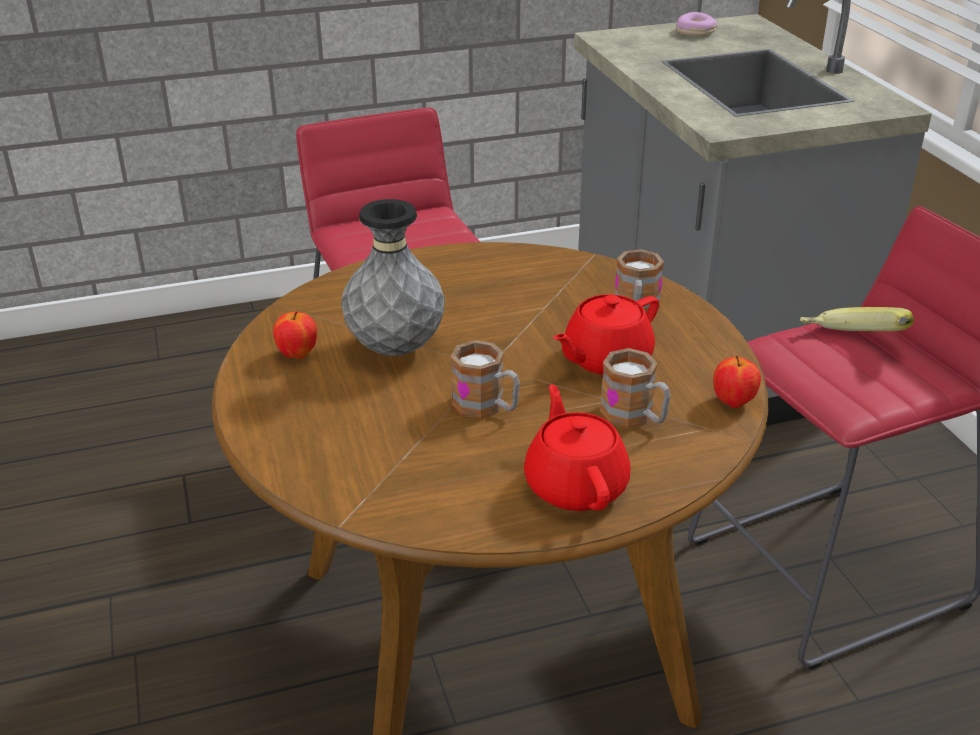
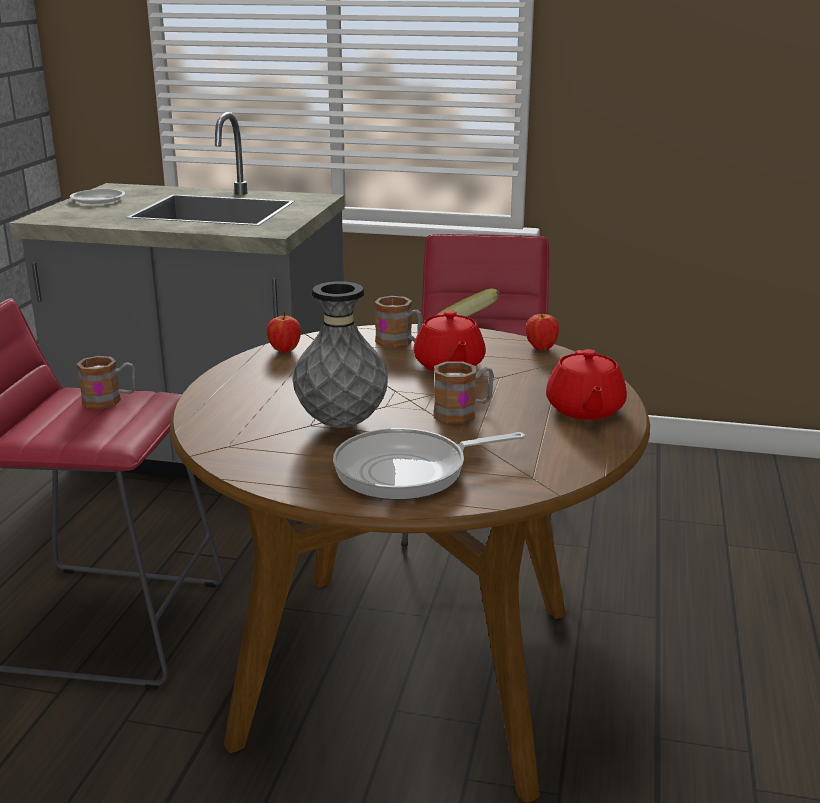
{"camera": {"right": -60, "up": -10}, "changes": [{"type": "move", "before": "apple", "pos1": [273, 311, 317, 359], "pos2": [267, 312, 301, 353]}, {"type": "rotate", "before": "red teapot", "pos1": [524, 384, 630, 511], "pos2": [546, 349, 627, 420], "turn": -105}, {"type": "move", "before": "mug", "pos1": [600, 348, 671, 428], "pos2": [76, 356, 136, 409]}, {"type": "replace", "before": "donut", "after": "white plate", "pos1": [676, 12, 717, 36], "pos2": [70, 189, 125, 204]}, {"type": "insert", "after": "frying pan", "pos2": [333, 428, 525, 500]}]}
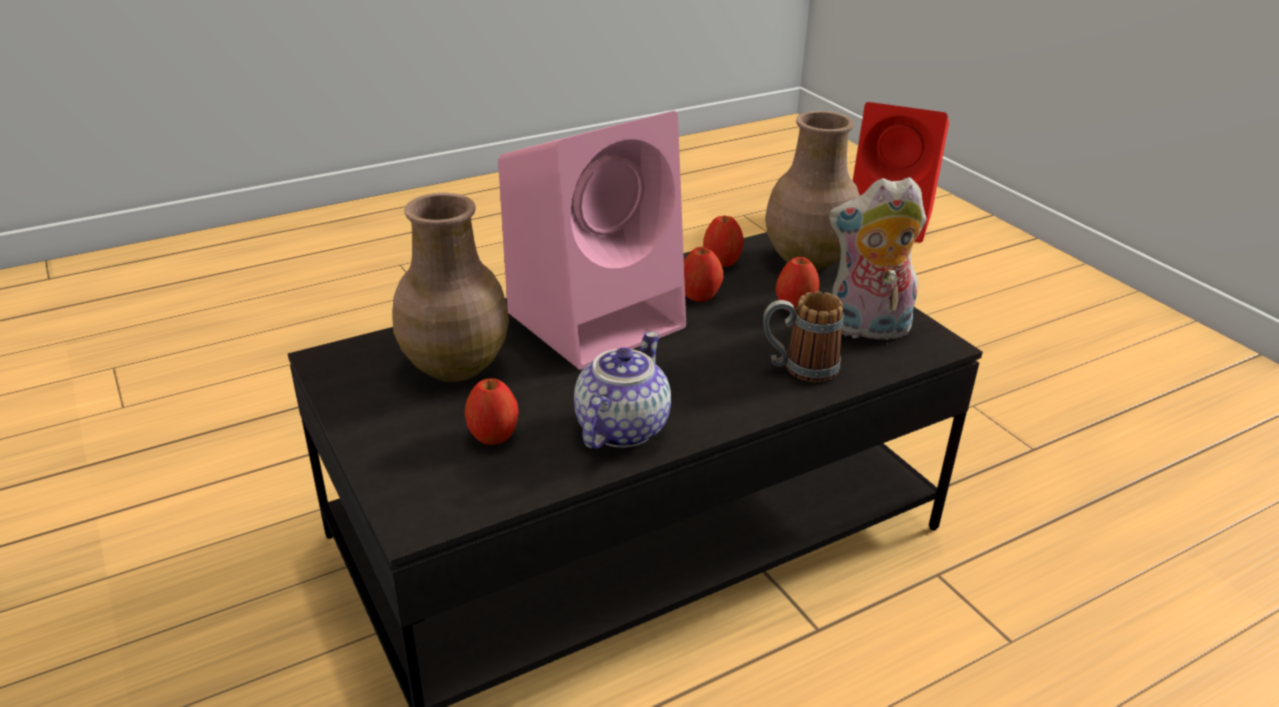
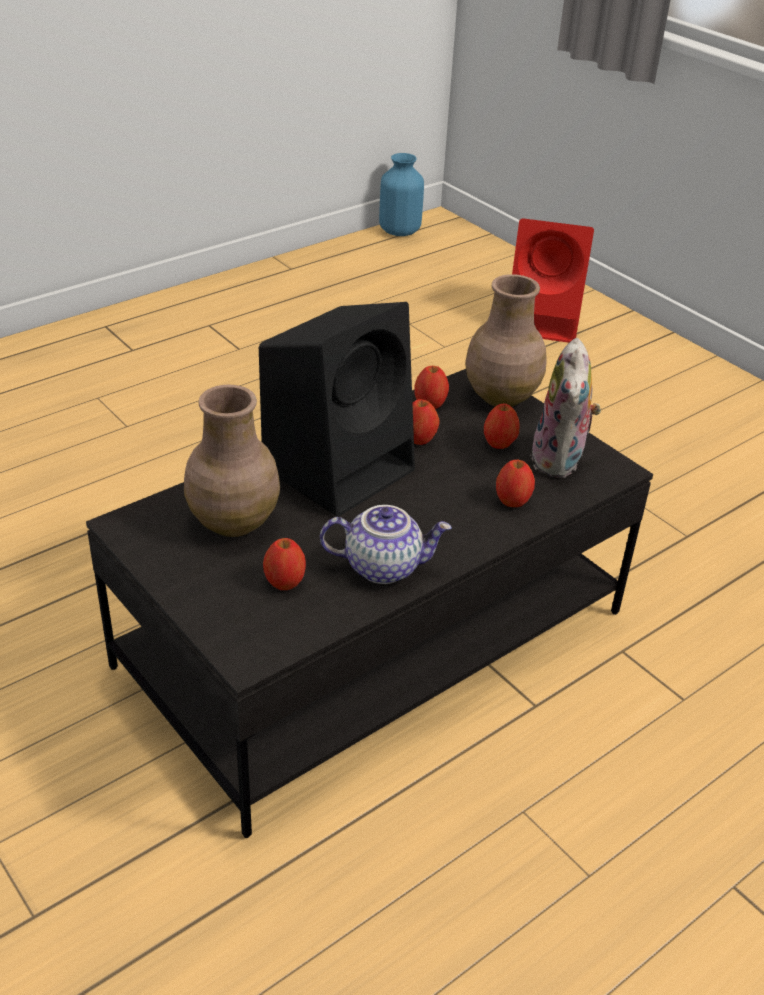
{"camera": {"right": -10, "up": 5}, "changes": [{"type": "recolor", "before": "pink speaker", "after": "black speaker", "pos1": [498, 111, 686, 370], "pos2": [259, 302, 415, 517]}, {"type": "rotate", "before": "teapot", "pos1": [574, 332, 671, 449], "pos2": [320, 505, 452, 584], "turn": 75}, {"type": "replace", "before": "mug", "after": "apple", "pos1": [763, 291, 844, 382], "pos2": [496, 460, 535, 507]}, {"type": "rotate", "before": "plush toy", "pos1": [829, 177, 927, 344], "pos2": [530, 338, 602, 478], "turn": -75}, {"type": "insert", "after": "blue vase", "pos2": [379, 153, 424, 236]}]}
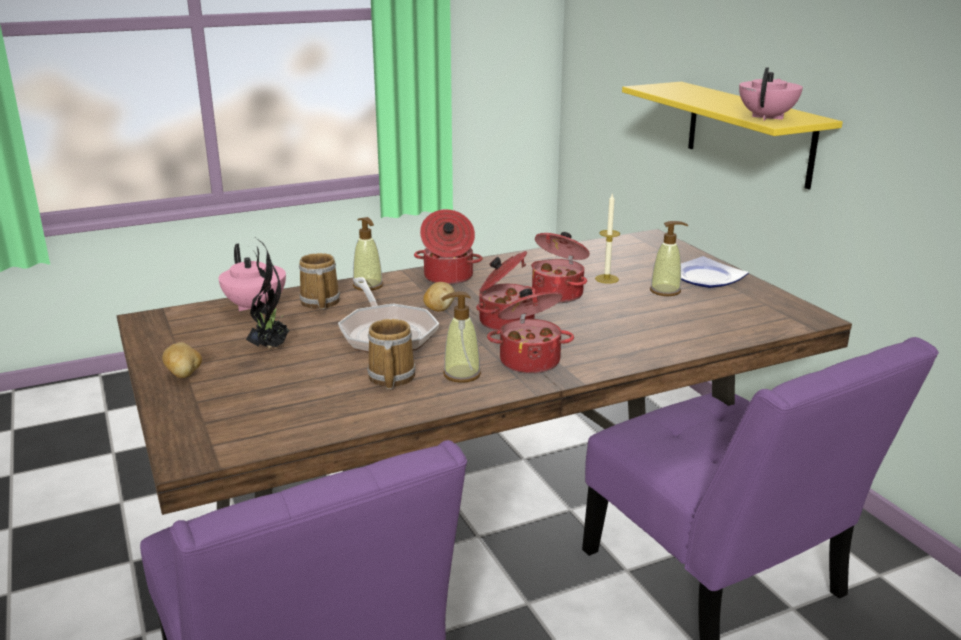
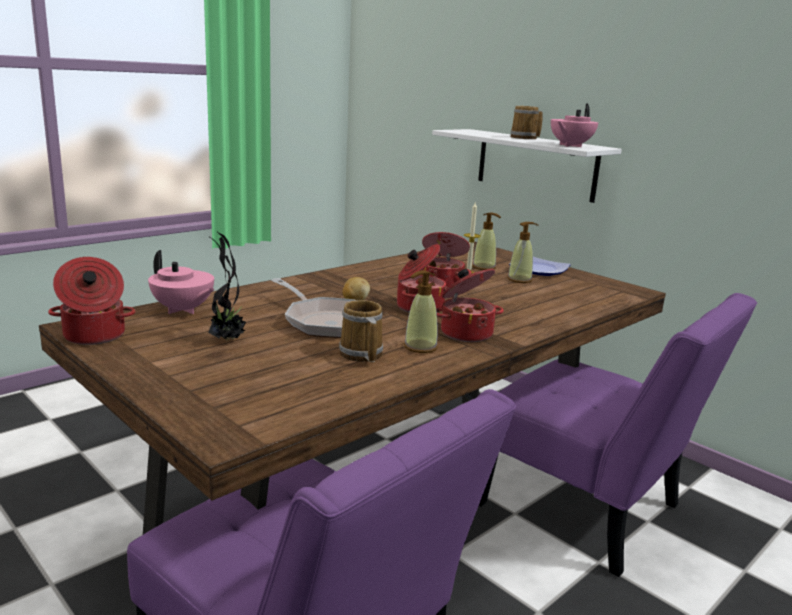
{"camera": {"right": -20, "up": -5}, "changes": [{"type": "delete", "before": "potato", "pos1": [162, 342, 202, 378]}, {"type": "move", "before": "mug", "pos1": [299, 253, 340, 309], "pos2": [511, 106, 543, 139]}, {"type": "move", "before": "soap dispenser", "pos1": [353, 217, 383, 291], "pos2": [472, 213, 501, 270]}, {"type": "move", "before": "cooking pot", "pos1": [414, 209, 483, 285], "pos2": [48, 257, 135, 345]}, {"type": "recolor", "before": "yellow shelf", "after": "white shelf", "pos1": [622, 82, 843, 189], "pos2": [432, 129, 622, 203]}, {"type": "rotate", "before": "pink teapot", "pos1": [739, 67, 803, 121], "pos2": [551, 103, 598, 147], "turn": -150}]}
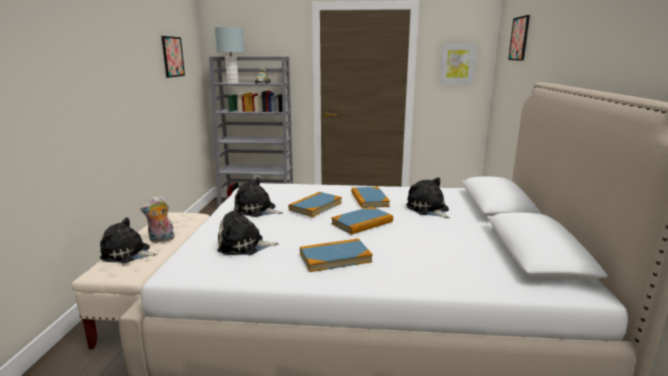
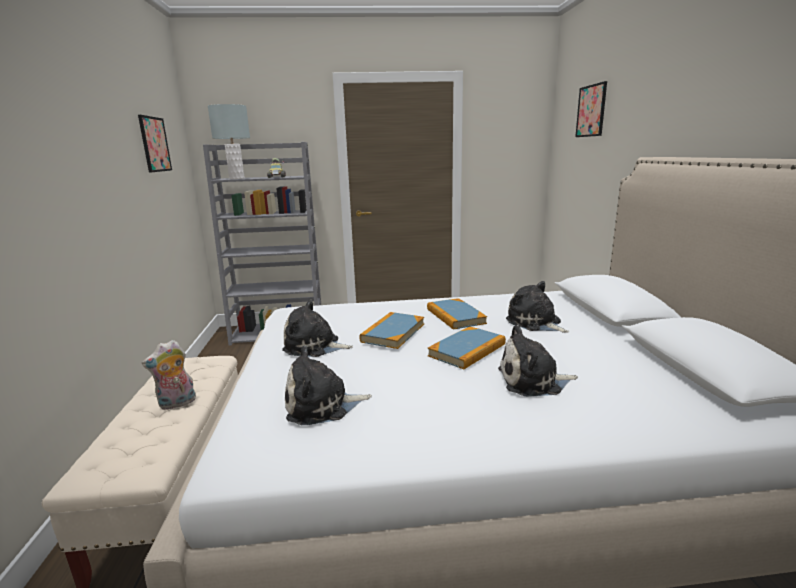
{"camera": {"right": -10, "up": 0}, "changes": [{"type": "move", "before": "plush toy", "pos1": [100, 217, 158, 263], "pos2": [498, 325, 578, 397]}, {"type": "delete", "before": "book", "pos1": [300, 239, 373, 272]}, {"type": "delete", "before": "picture", "pos1": [440, 44, 477, 83]}]}
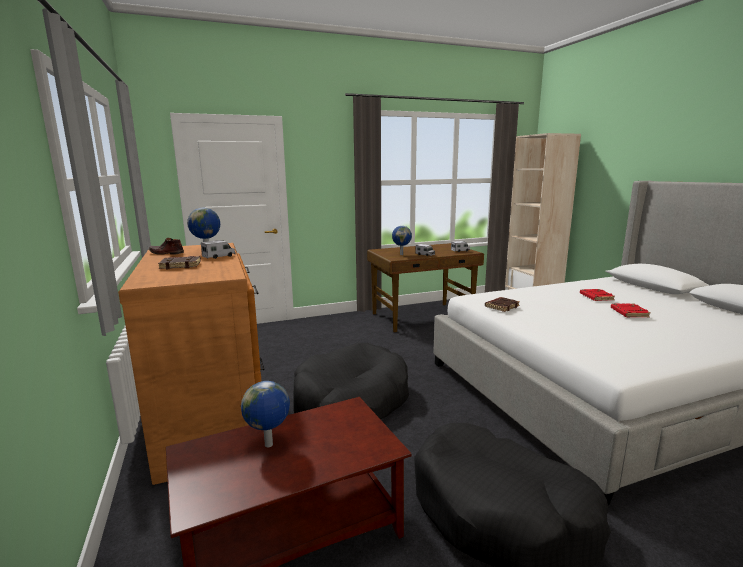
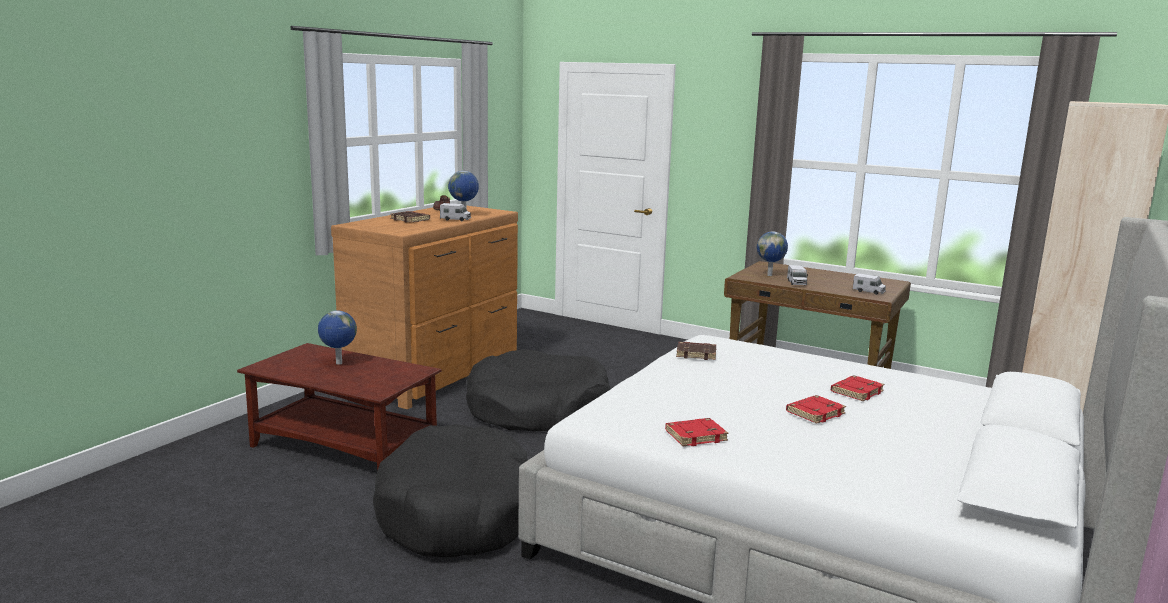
{"camera": {"right": 50, "up": 0}, "changes": [{"type": "insert", "after": "red book", "pos2": [665, 418, 728, 446]}]}
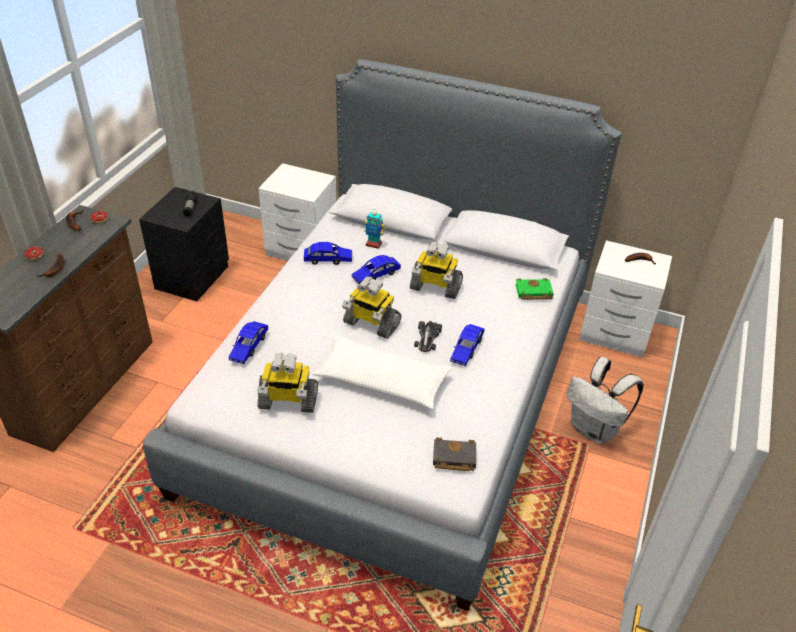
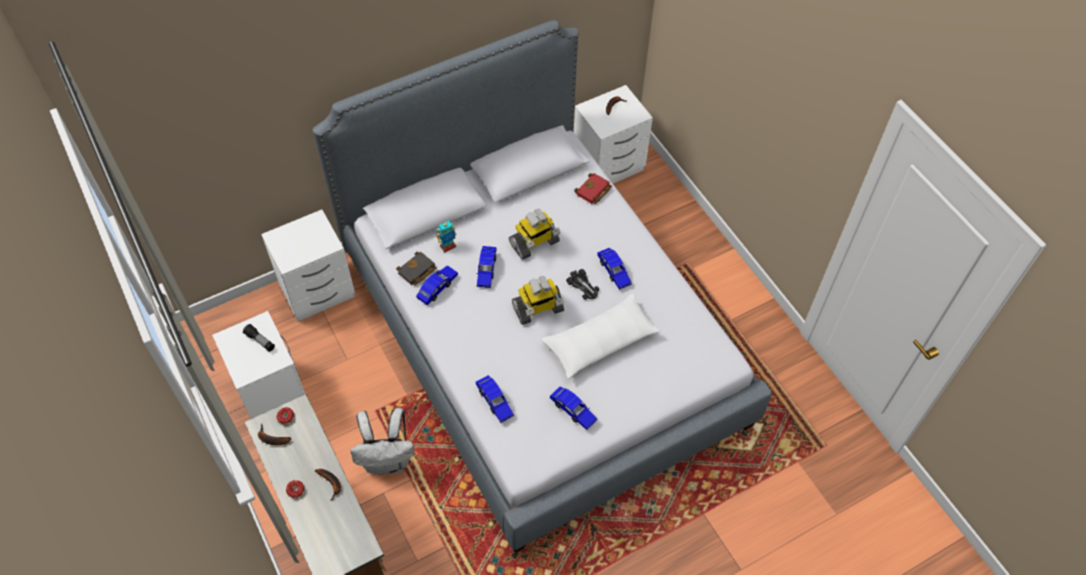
{"camera": {"right": -50, "up": 15}, "changes": [{"type": "recolor", "before": "black nightstand", "after": "white nightstand", "pos1": [139, 187, 229, 301], "pos2": [212, 311, 305, 419]}, {"type": "replace", "before": "toy robot", "after": "blue toy car", "pos1": [257, 353, 318, 413], "pos2": [550, 386, 597, 430]}, {"type": "move", "before": "black book", "pos1": [433, 437, 476, 471], "pos2": [396, 251, 436, 285]}, {"type": "recolor", "before": "green book", "after": "red book", "pos1": [515, 278, 554, 300], "pos2": [574, 173, 612, 204]}, {"type": "move", "before": "white backpack", "pos1": [567, 357, 644, 444], "pos2": [351, 408, 414, 475]}]}
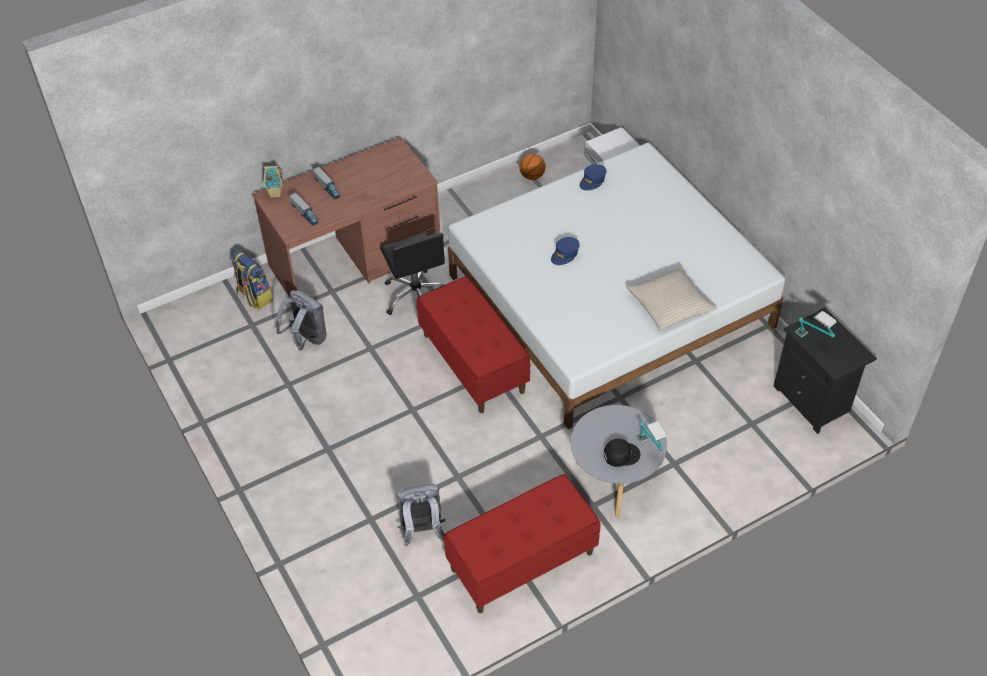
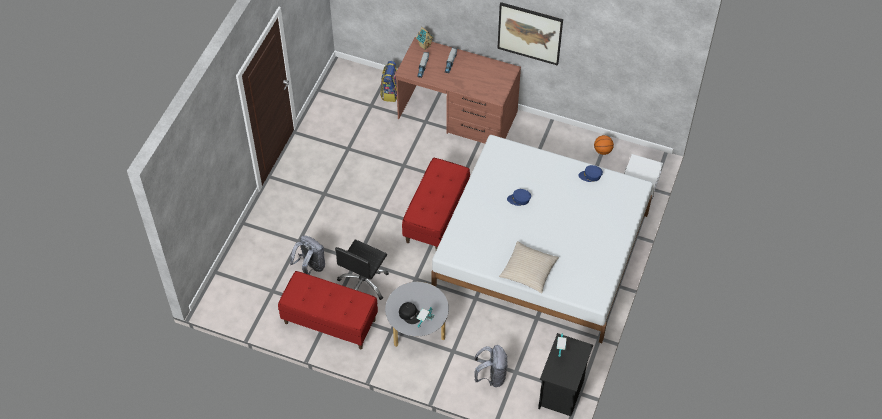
{"camera": {"right": 50, "up": 5}, "changes": [{"type": "move", "before": "grey backpack", "pos1": [276, 291, 327, 351], "pos2": [474, 345, 508, 387]}, {"type": "move", "before": "black office chair", "pos1": [380, 232, 445, 315], "pos2": [335, 239, 389, 300]}, {"type": "insert", "after": "picture", "pos2": [497, 2, 563, 66]}]}
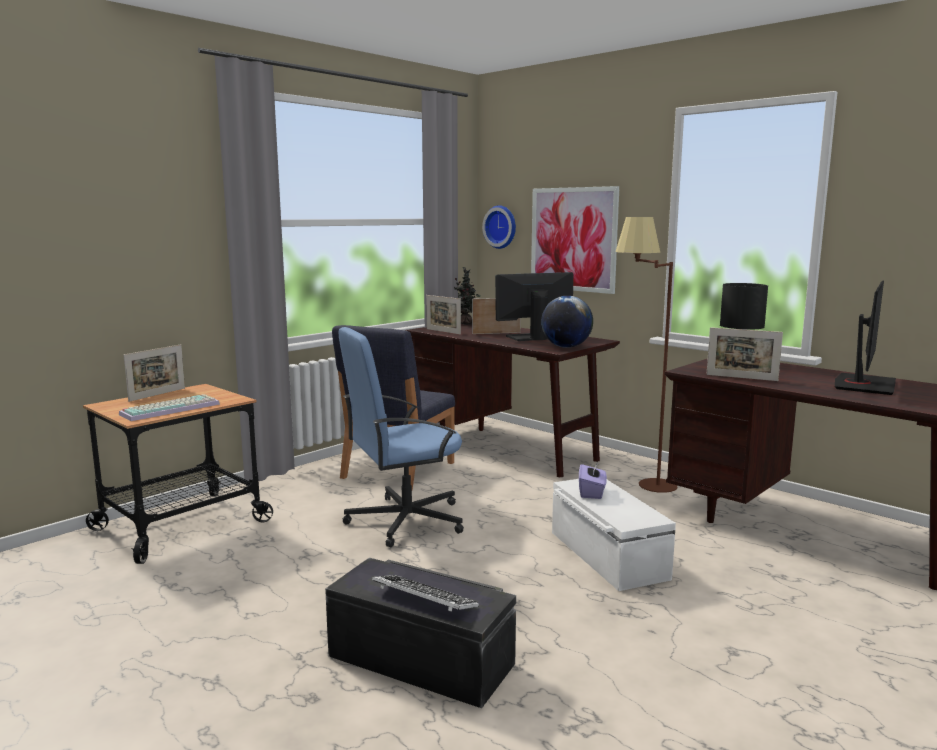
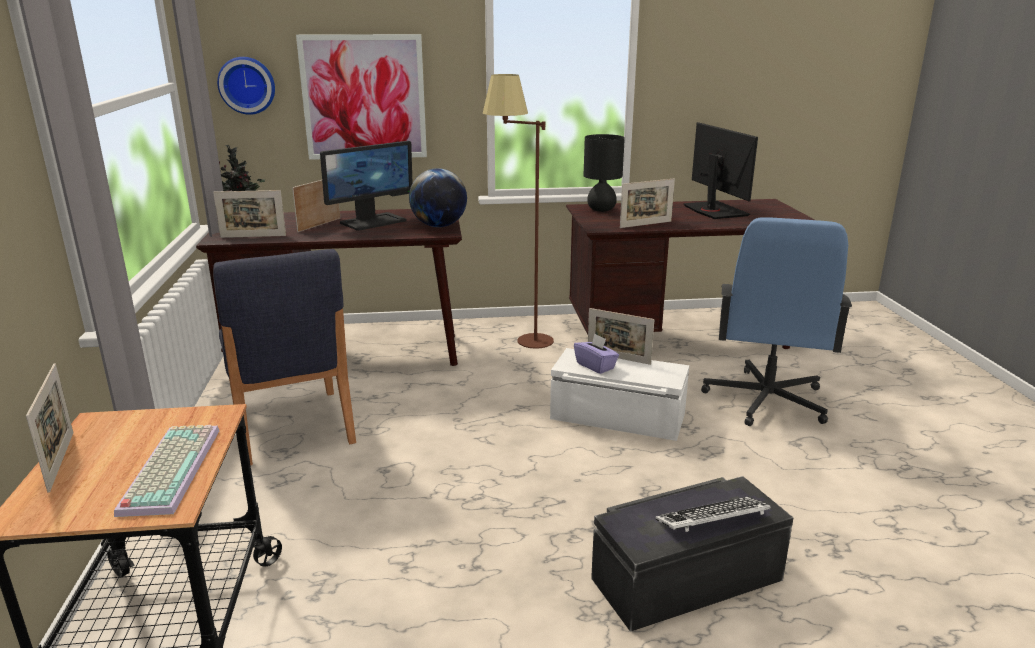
{"camera": {"right": -50, "up": 10}, "changes": [{"type": "move", "before": "blue office chair", "pos1": [338, 327, 464, 547], "pos2": [701, 217, 852, 426]}, {"type": "rotate", "before": "monitor", "pos1": [495, 272, 573, 341], "pos2": [320, 141, 412, 231], "turn": -150}, {"type": "insert", "after": "picture frame", "pos2": [588, 308, 655, 365]}]}
